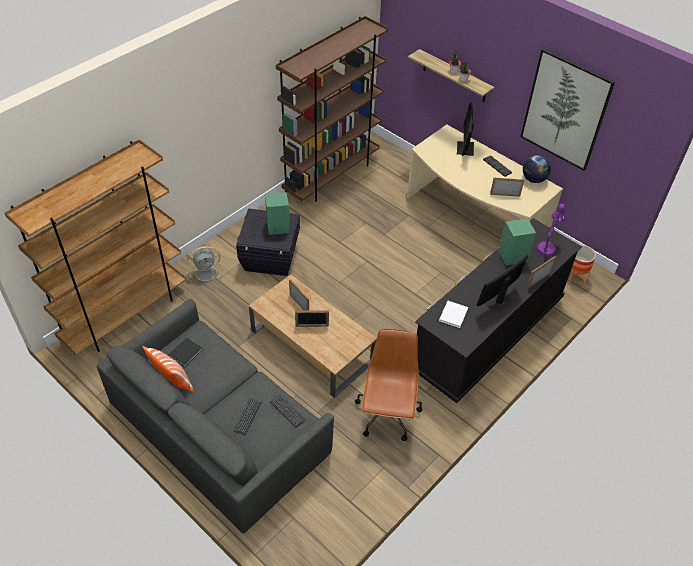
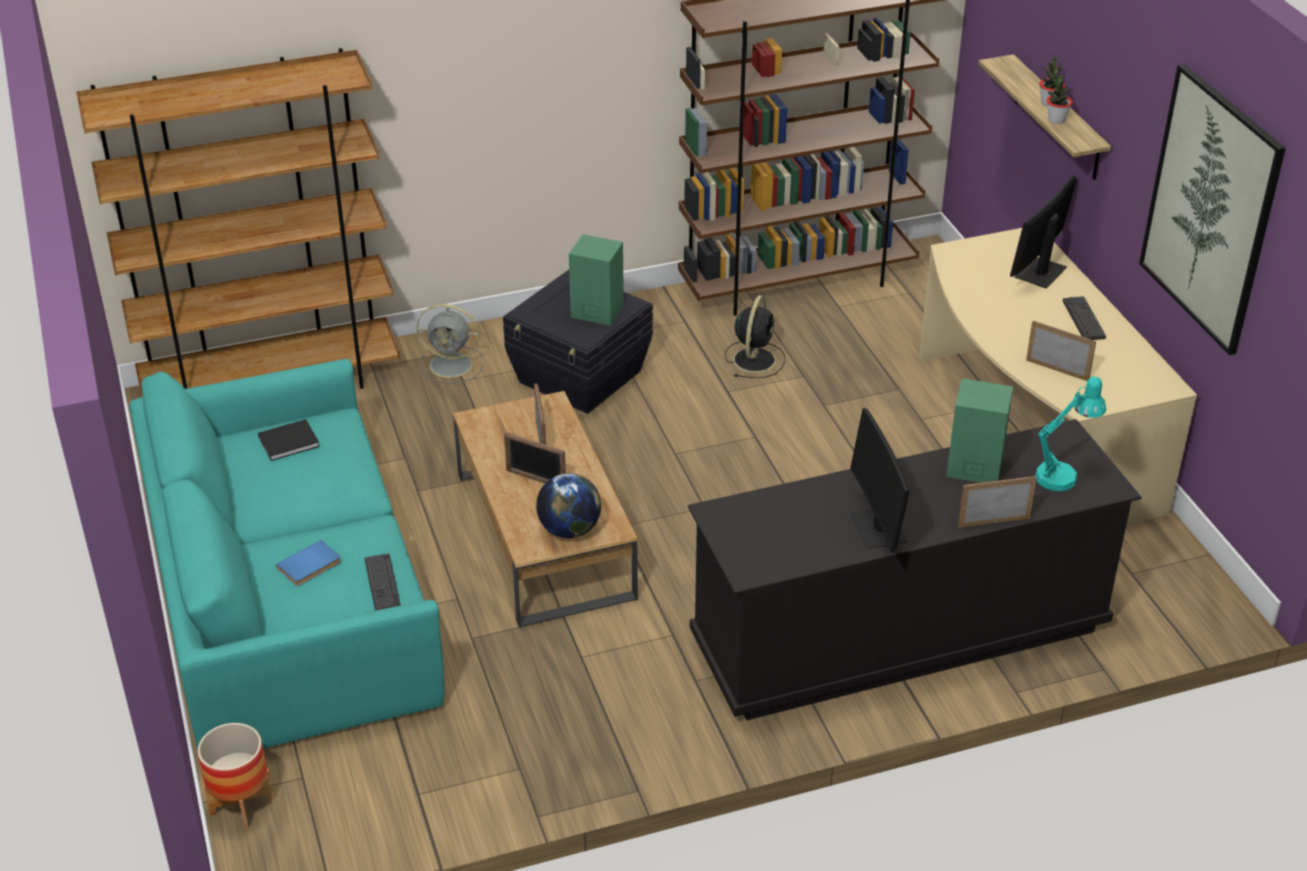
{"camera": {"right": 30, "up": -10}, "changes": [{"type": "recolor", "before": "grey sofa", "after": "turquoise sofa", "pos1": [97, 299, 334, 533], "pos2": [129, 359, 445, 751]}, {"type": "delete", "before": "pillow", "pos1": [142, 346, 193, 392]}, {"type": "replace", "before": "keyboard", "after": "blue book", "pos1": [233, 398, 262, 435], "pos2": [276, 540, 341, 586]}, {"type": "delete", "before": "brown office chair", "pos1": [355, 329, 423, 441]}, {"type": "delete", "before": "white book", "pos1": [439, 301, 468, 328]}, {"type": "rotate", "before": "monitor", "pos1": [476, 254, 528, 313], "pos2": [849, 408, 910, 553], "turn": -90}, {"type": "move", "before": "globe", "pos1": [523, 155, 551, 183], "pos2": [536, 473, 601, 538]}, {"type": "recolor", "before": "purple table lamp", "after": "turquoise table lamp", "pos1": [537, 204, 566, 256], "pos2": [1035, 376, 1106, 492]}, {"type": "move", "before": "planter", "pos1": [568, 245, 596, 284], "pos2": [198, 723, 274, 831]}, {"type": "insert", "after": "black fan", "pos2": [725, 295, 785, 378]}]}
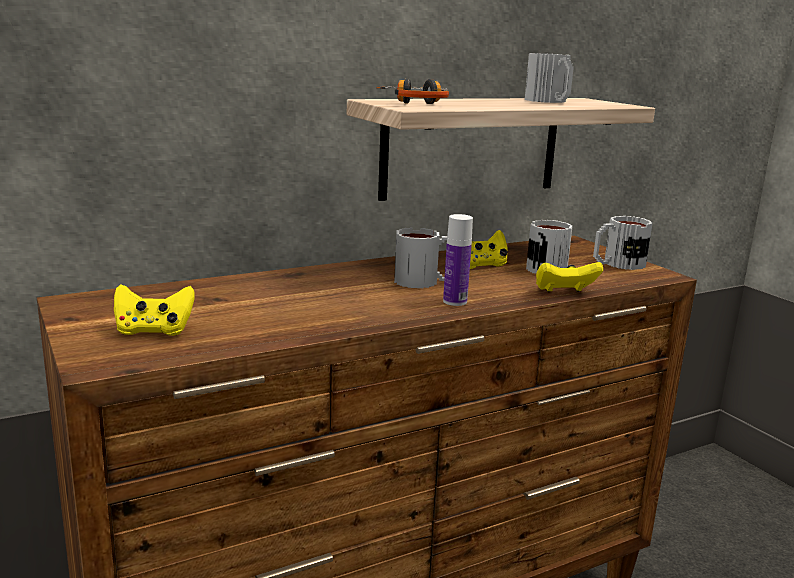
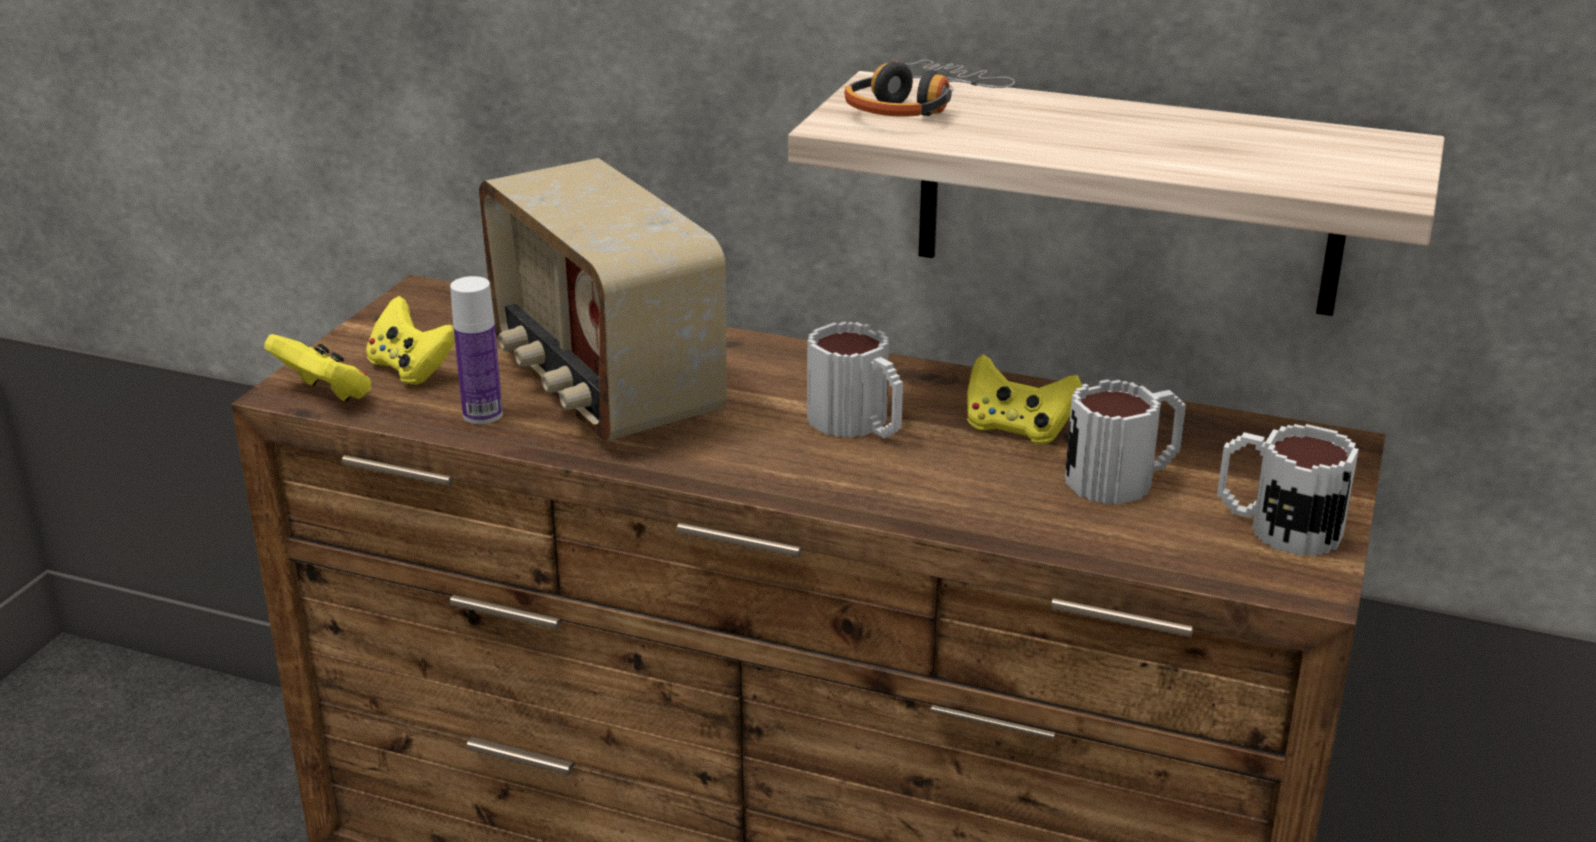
{"camera": {"right": 50, "up": 10}, "changes": [{"type": "move", "before": "bottle", "pos1": [443, 214, 473, 306], "pos2": [450, 276, 503, 424]}, {"type": "delete", "before": "mug", "pos1": [525, 53, 574, 103]}, {"type": "move", "before": "yellow game controller", "pos1": [536, 262, 603, 292], "pos2": [264, 334, 372, 401]}, {"type": "insert", "after": "radio", "pos2": [479, 158, 727, 441]}]}
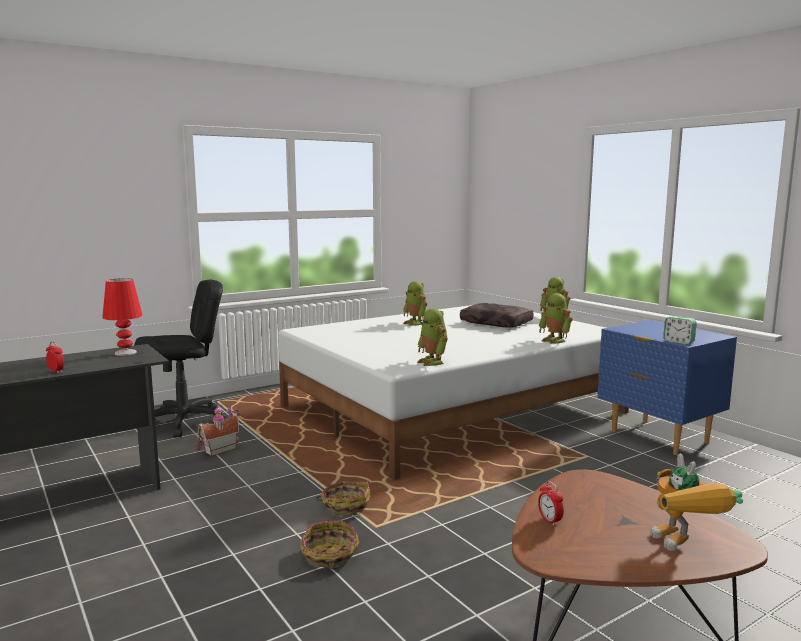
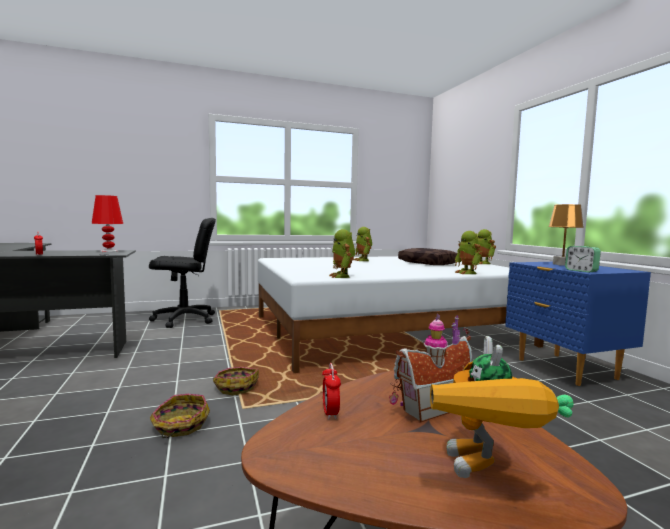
{"camera": {"right": 15, "up": -5}, "changes": [{"type": "move", "before": "toy house", "pos1": [196, 404, 240, 456], "pos2": [389, 314, 472, 422]}, {"type": "insert", "after": "brown table lamp", "pos2": [548, 204, 584, 266]}]}
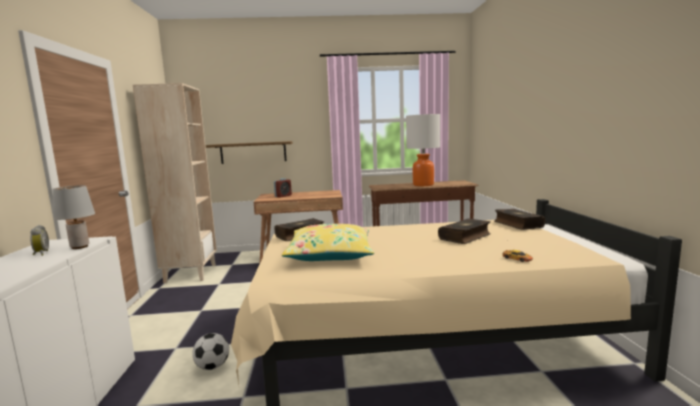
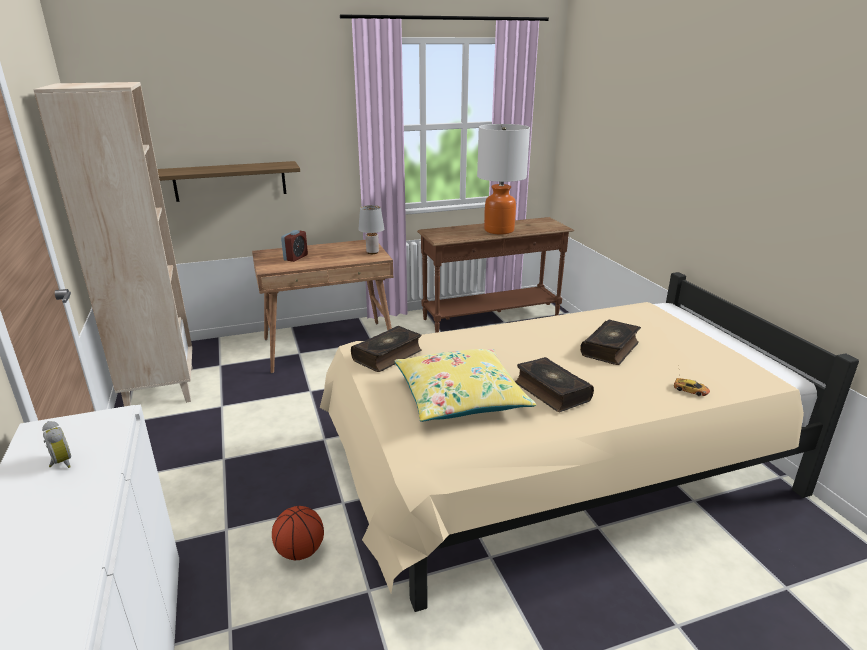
{"camera": {"right": -15, "up": 15}, "changes": [{"type": "move", "before": "grey table lamp", "pos1": [53, 185, 95, 249], "pos2": [358, 205, 384, 254]}, {"type": "replace", "before": "football", "after": "basketball", "pos1": [192, 333, 229, 370], "pos2": [272, 506, 324, 560]}, {"type": "move", "before": "book", "pos1": [494, 209, 546, 230], "pos2": [515, 357, 594, 412]}]}
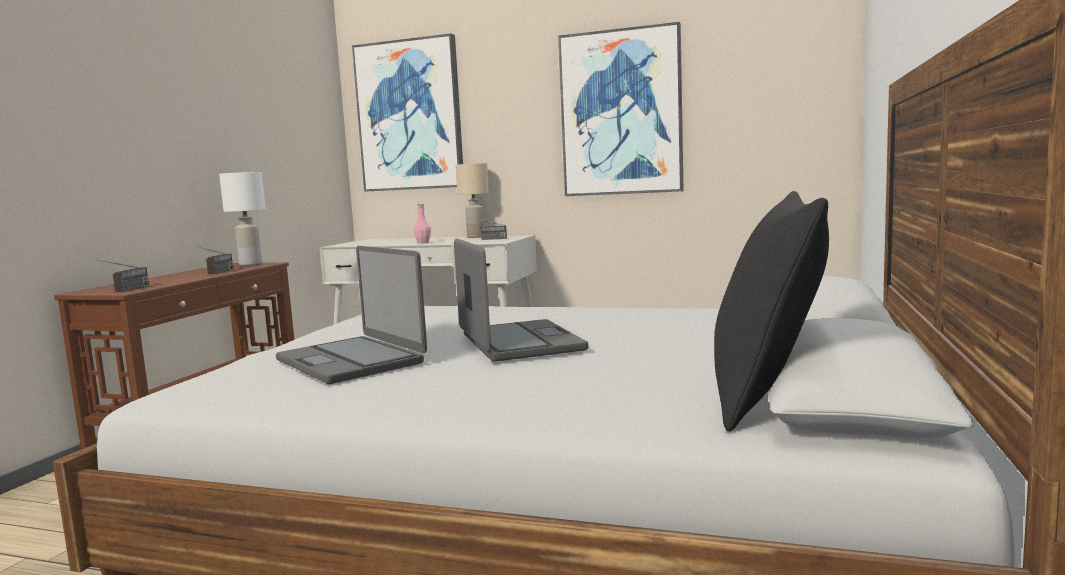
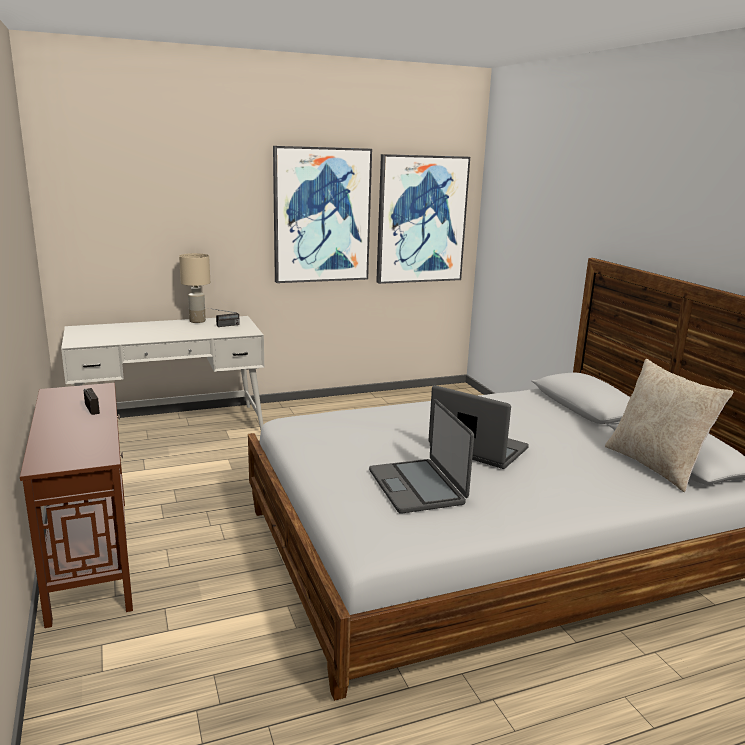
{"camera": {"right": -40, "up": 10}, "changes": [{"type": "delete", "before": "radio", "pos1": [95, 259, 149, 292]}, {"type": "delete", "before": "white table lamp", "pos1": [219, 172, 266, 265]}, {"type": "rotate", "before": "laptop", "pos1": [276, 246, 427, 384], "pos2": [369, 399, 474, 514], "turn": 60}, {"type": "move", "before": "picture", "pos1": [352, 33, 463, 192], "pos2": [376, 154, 470, 284]}, {"type": "delete", "before": "pink bottle", "pos1": [413, 204, 431, 244]}, {"type": "recolor", "before": "black pillow", "after": "beige pillow", "pos1": [714, 191, 829, 432], "pos2": [605, 359, 734, 492]}]}
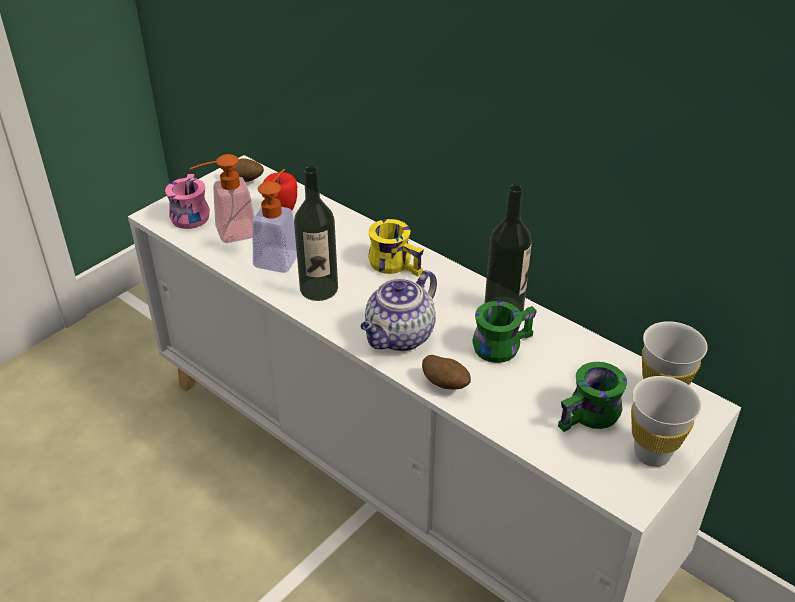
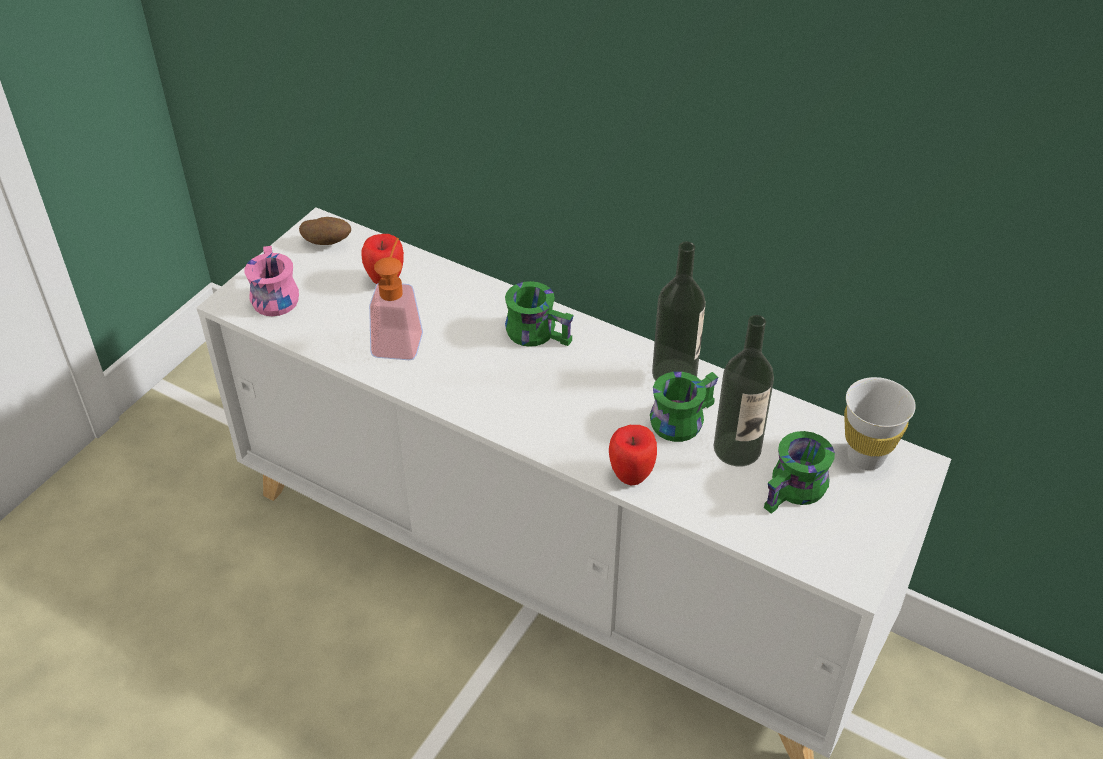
{"camera": {"right": -10, "up": 5}, "changes": [{"type": "delete", "before": "soap dispenser", "pos1": [190, 154, 255, 243]}, {"type": "move", "before": "bottle", "pos1": [294, 166, 338, 301], "pos2": [714, 315, 774, 467]}, {"type": "delete", "before": "teapot", "pos1": [360, 270, 437, 351]}, {"type": "recolor", "before": "yellow mug", "after": "green mug", "pos1": [368, 219, 424, 276], "pos2": [505, 281, 574, 347]}, {"type": "replace", "before": "potato", "after": "apple", "pos1": [422, 355, 471, 390], "pos2": [609, 425, 657, 486]}, {"type": "delete", "before": "white cup", "pos1": [631, 376, 701, 467]}]}
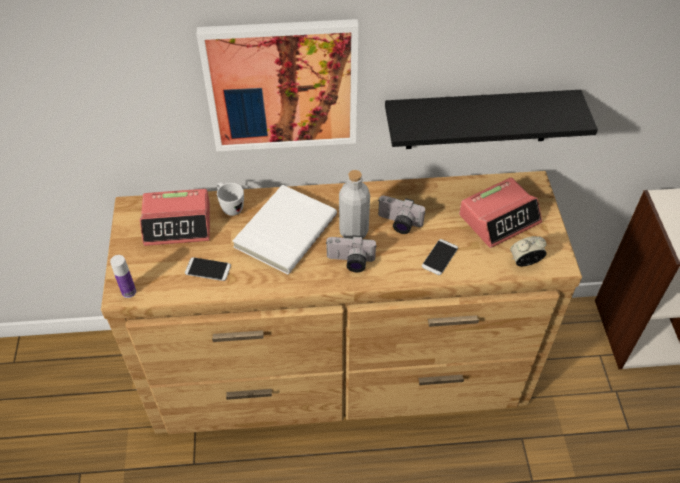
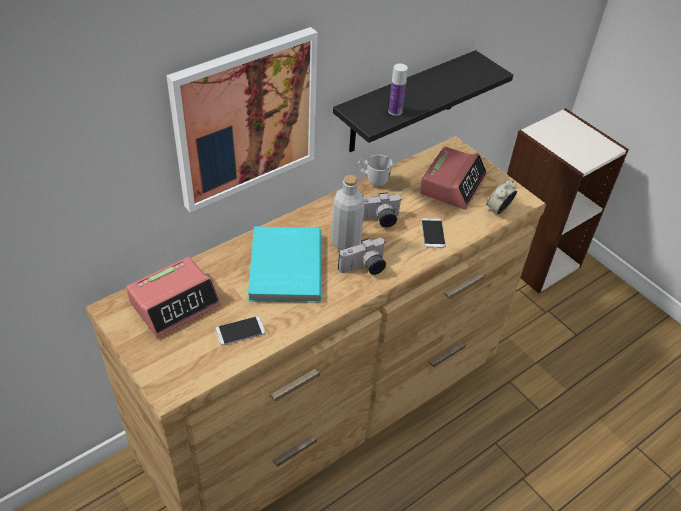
{"camera": {"right": -35, "up": -5}, "changes": [{"type": "move", "before": "bottle", "pos1": [110, 255, 136, 298], "pos2": [388, 64, 408, 116]}, {"type": "move", "before": "white mug", "pos1": [217, 182, 244, 216], "pos2": [357, 155, 393, 186]}, {"type": "recolor", "before": "white book", "after": "turquoise book", "pos1": [233, 185, 337, 275], "pos2": [248, 227, 321, 303]}]}
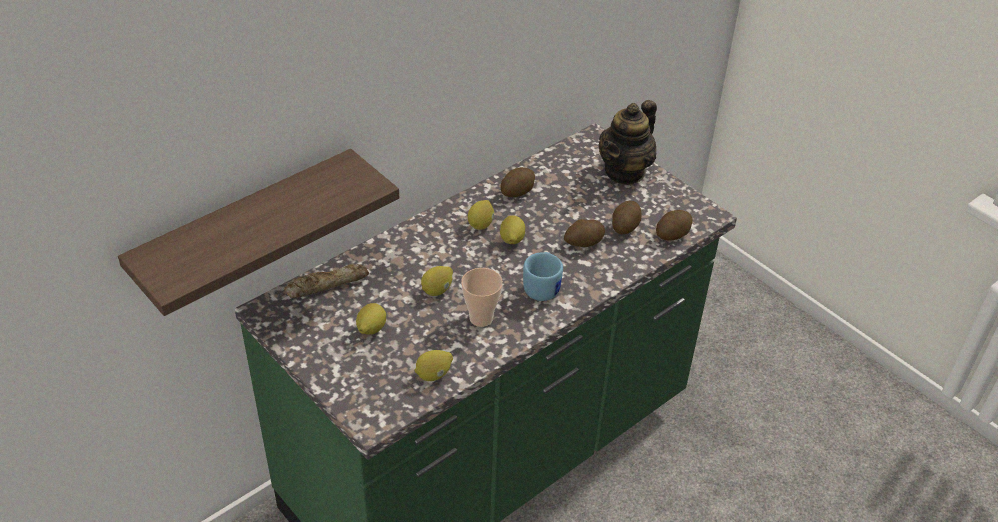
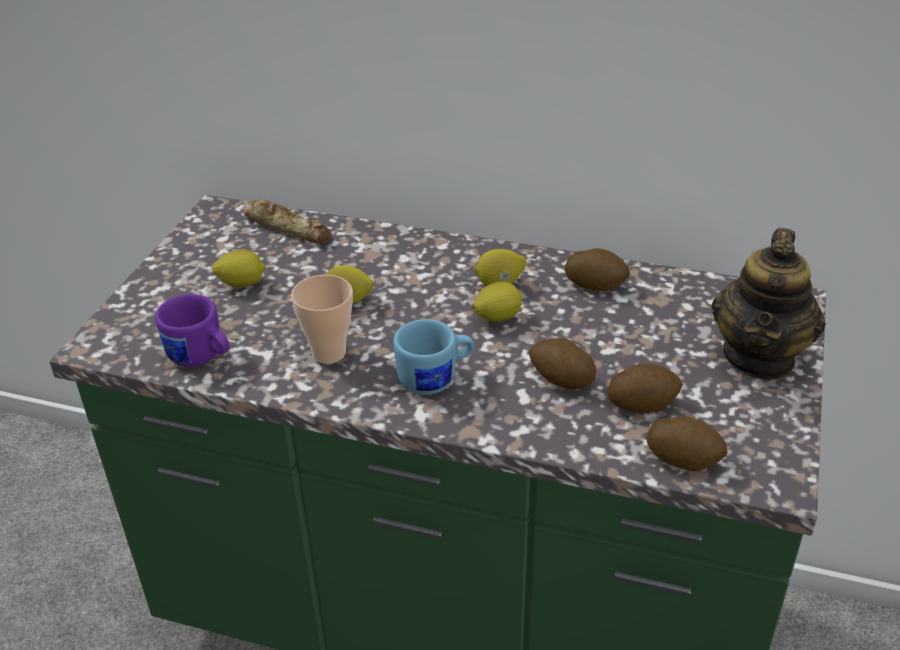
{"camera": {"right": 60, "up": -5}, "changes": [{"type": "delete", "before": "shelf", "pos1": [118, 149, 399, 316]}, {"type": "replace", "before": "lemon", "after": "purple mug", "pos1": [415, 350, 453, 381], "pos2": [155, 294, 229, 367]}, {"type": "rotate", "before": "teapot", "pos1": [599, 100, 657, 185], "pos2": [712, 228, 826, 380], "turn": -75}]}
